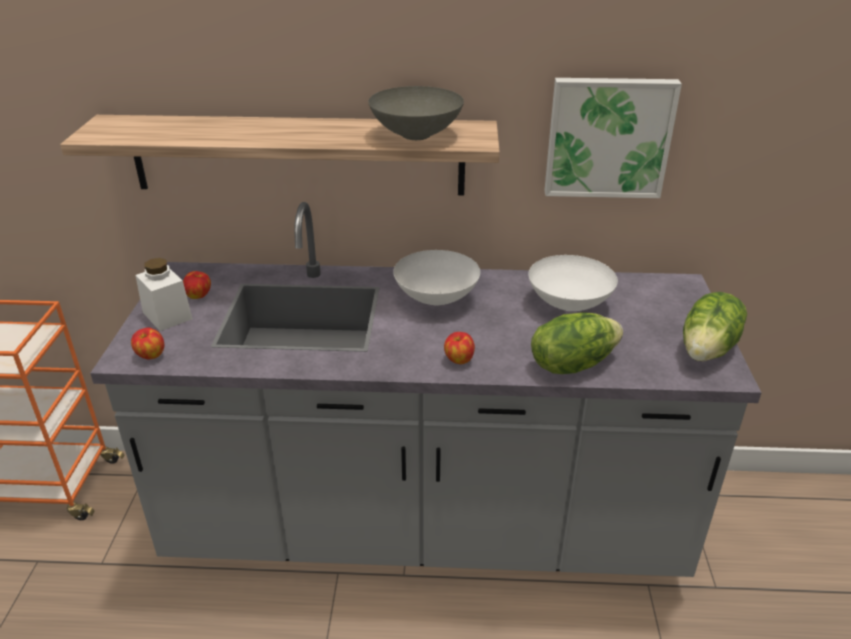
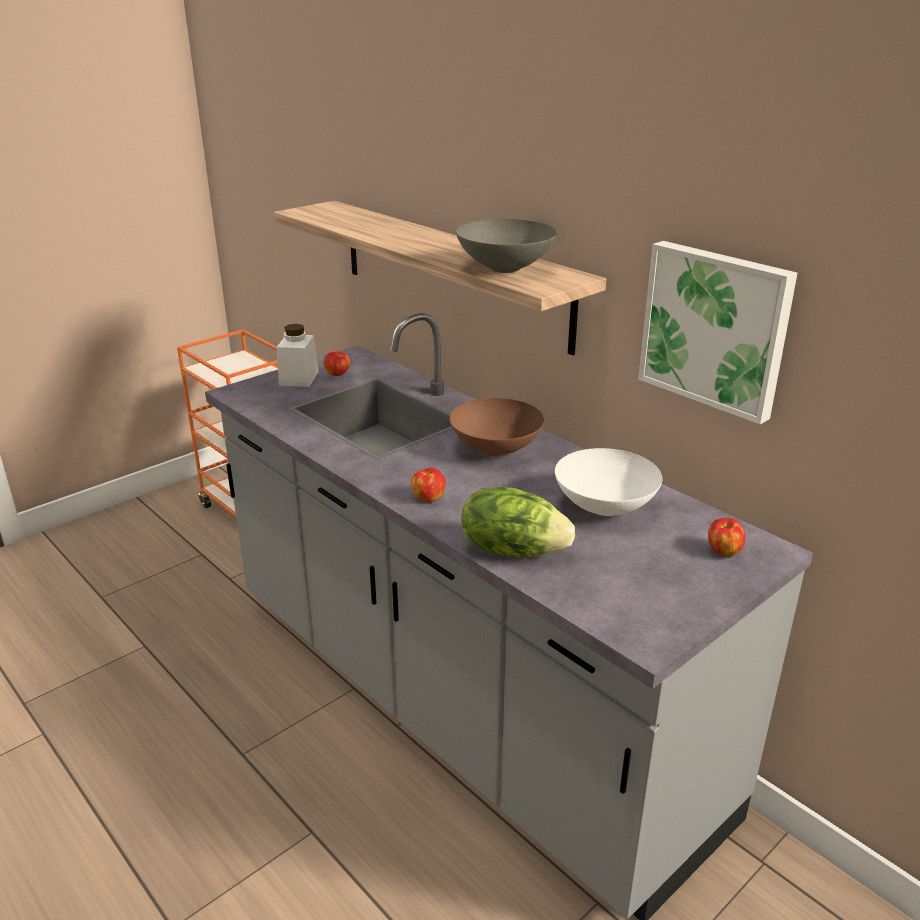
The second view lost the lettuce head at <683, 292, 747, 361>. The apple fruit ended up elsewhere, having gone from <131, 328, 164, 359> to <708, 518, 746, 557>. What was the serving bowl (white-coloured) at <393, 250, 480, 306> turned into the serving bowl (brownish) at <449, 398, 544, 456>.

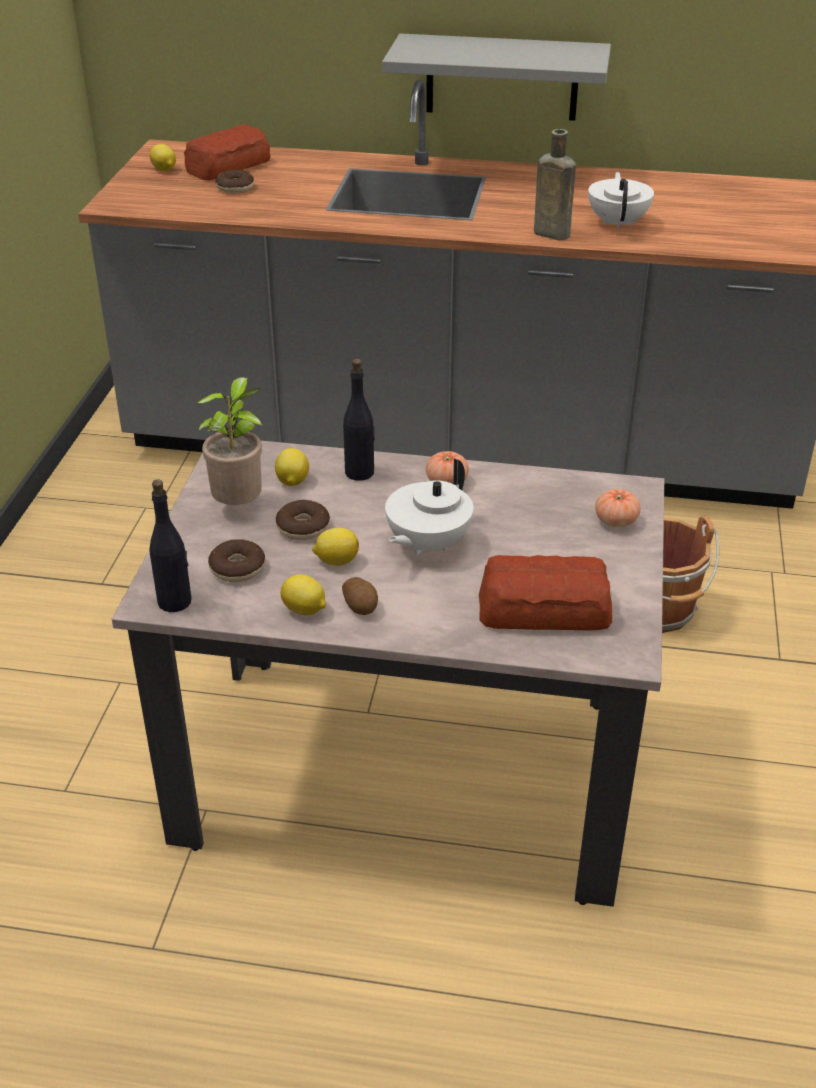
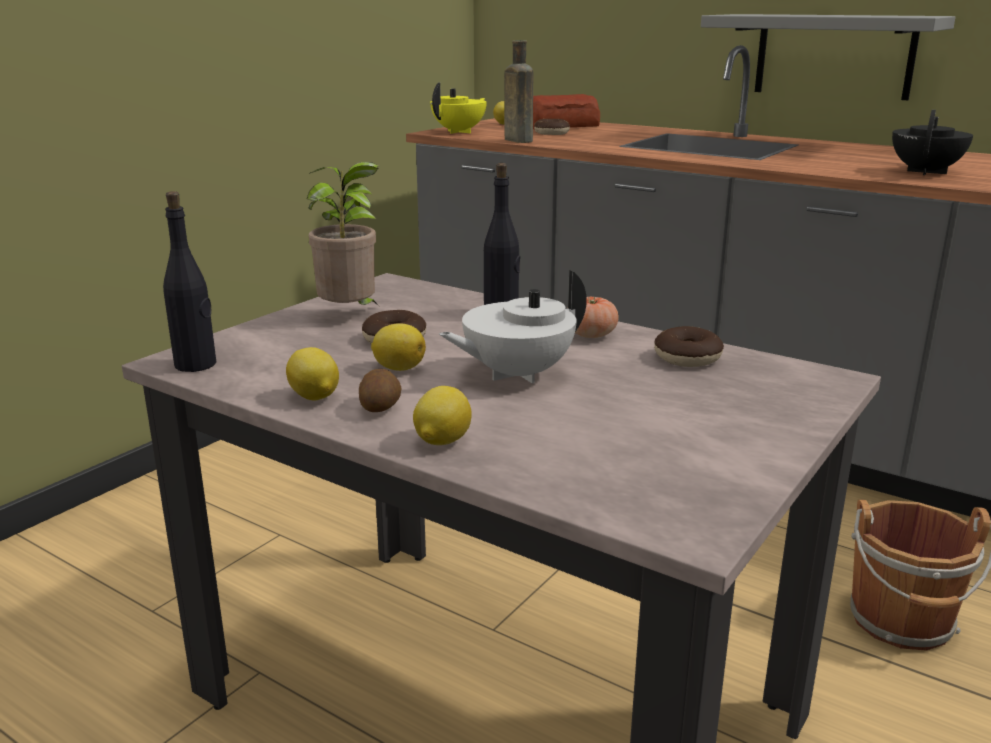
The second view lost the baked bread at <479, 555, 612, 631>. The second view lost the whole tomato at <595, 489, 641, 527>. The second view gained the pot for tea (yellow) at <430, 83, 487, 134>. The doughnut ended up elsewhere, having gone from <208, 539, 265, 582> to <654, 326, 724, 367>. The whole lemon ended up elsewhere, having gone from <275, 448, 309, 486> to <413, 386, 472, 445>. The beverage bottle (brownish) ended up elsewhere, having gone from <534, 129, 576, 240> to <504, 40, 533, 143>. What was the pot for tea (white-coloured) at <588, 172, 654, 230> turned into the pot for tea (blackish) at <892, 110, 973, 175>.

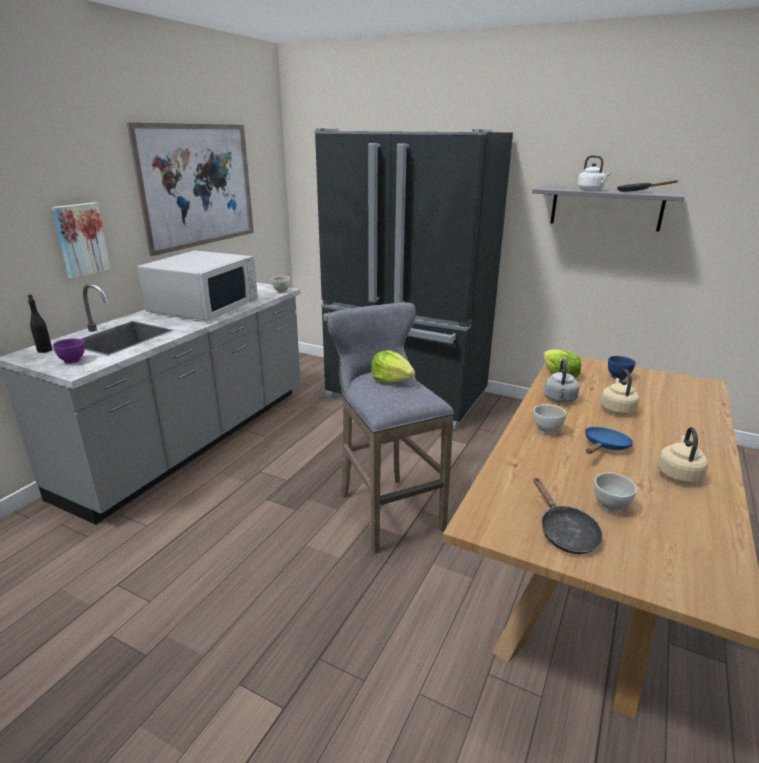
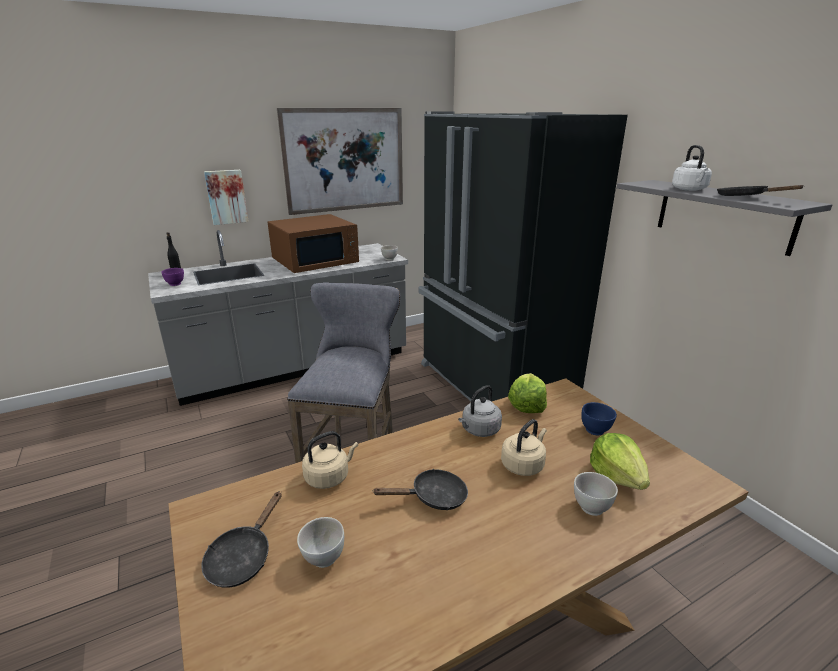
The lettuce head ended up elsewhere, having gone from <371, 350, 415, 382> to <590, 433, 650, 490>. The serving bowl (white-coloured) ended up elsewhere, having gone from <533, 404, 566, 434> to <574, 472, 618, 516>. The water kettle (beige) ended up elsewhere, having gone from <658, 427, 708, 484> to <302, 431, 358, 489>. What was the microwave oven (white-coloured) at <138, 250, 258, 321> turned into the microwave oven (brownish) at <268, 214, 359, 273>. What was the pan (blue-coloured) at <585, 427, 633, 454> turned into the pan (blackish) at <372, 469, 468, 510>.

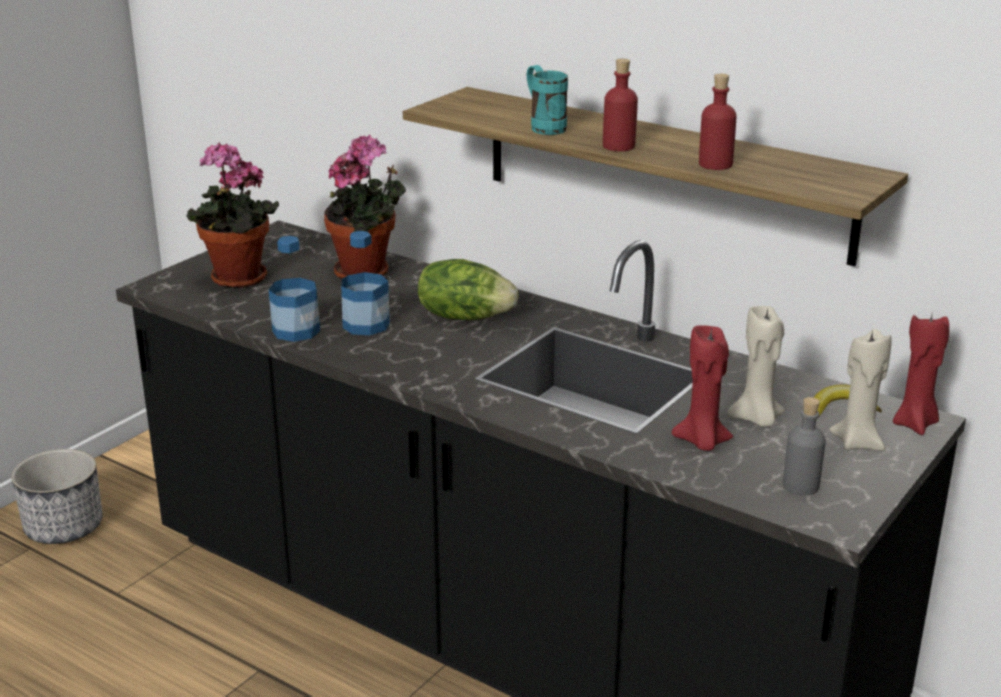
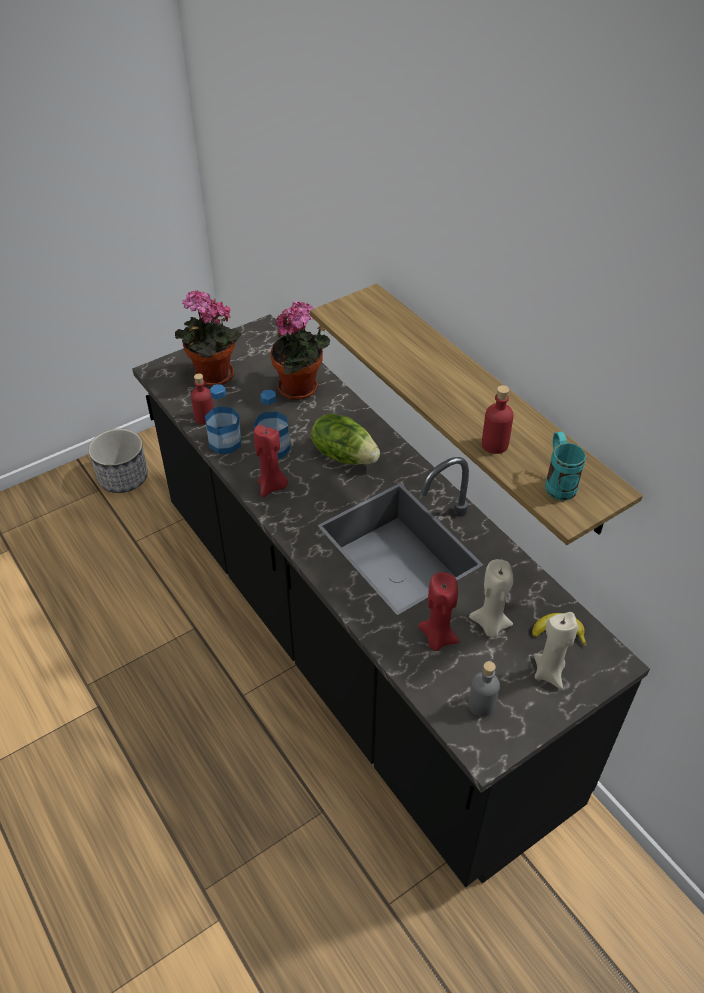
The coffee mug (turquoise) ended up elsewhere, having gone from <527, 65, 568, 135> to <545, 431, 586, 500>. The beverage bottle (red-coloured) ended up elsewhere, having gone from <603, 58, 638, 151> to <191, 374, 214, 425>. The wax light (red-coloured) ended up elsewhere, having gone from <893, 315, 949, 435> to <254, 425, 288, 497>.

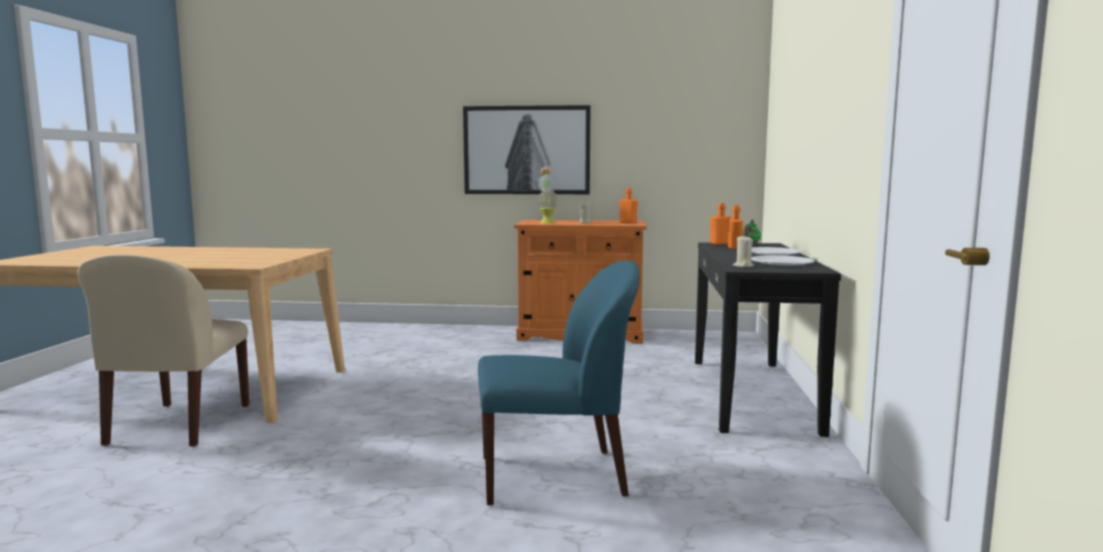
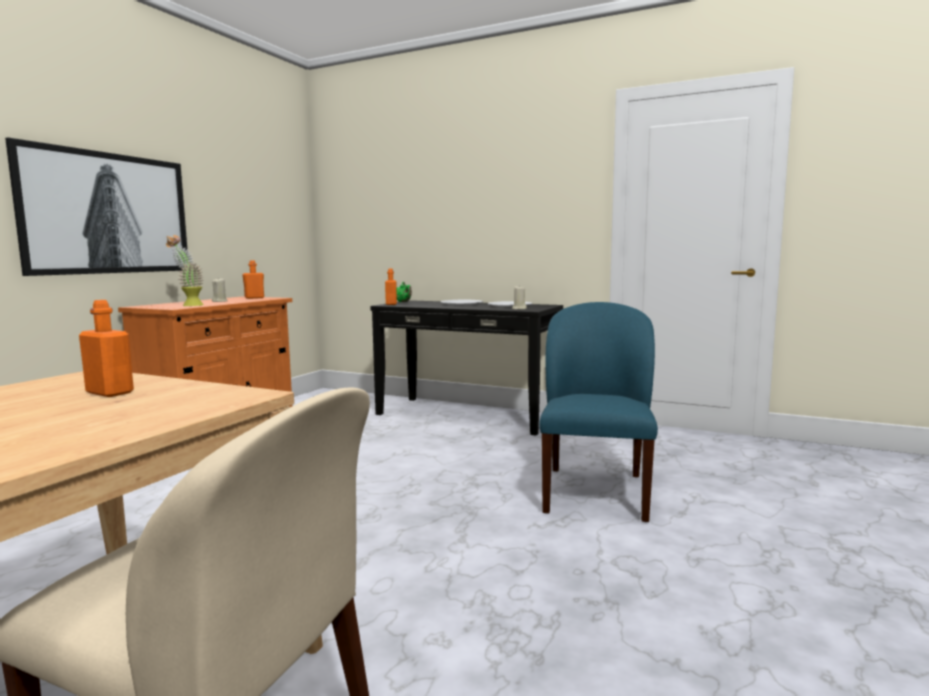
The beverage bottle (orangey) ended up elsewhere, having gone from <728, 205, 743, 249> to <79, 300, 134, 397>.

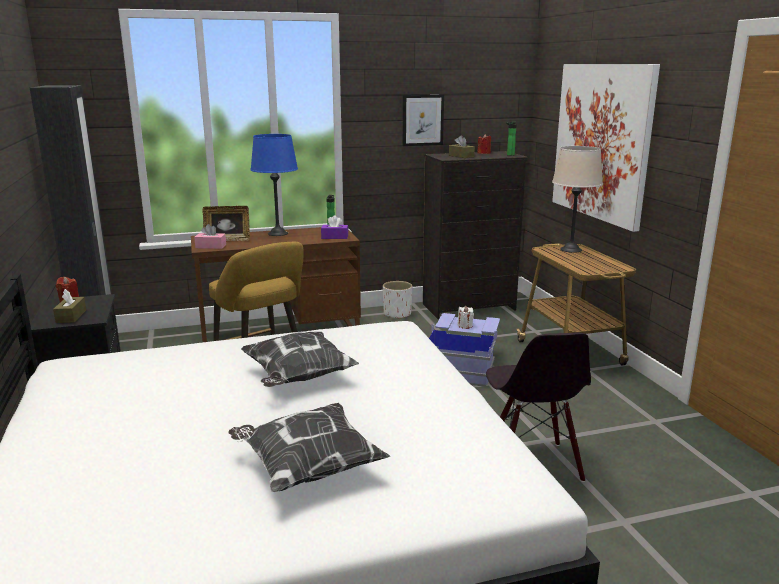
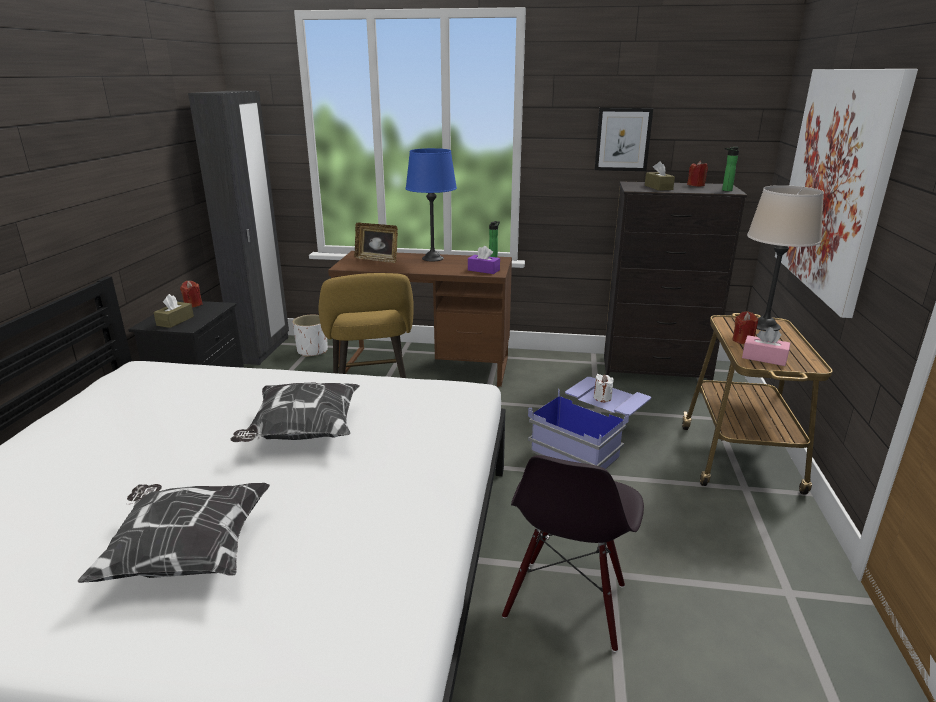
The second view gained the wax light (red-coloured) at <732, 311, 758, 344>. The tissue box (pink-coloured) ended up elsewhere, having gone from <194, 224, 226, 249> to <742, 327, 790, 366>. The flower pot (white-coloured) ended up elsewhere, having gone from <383, 281, 412, 319> to <293, 315, 328, 357>.

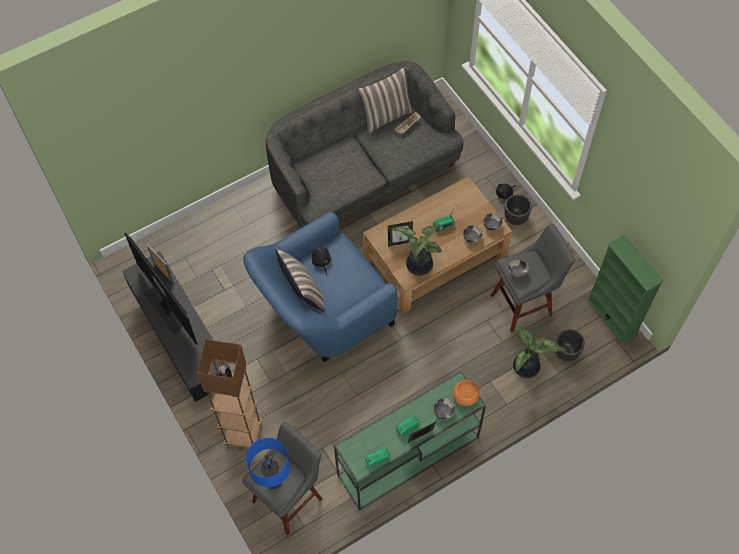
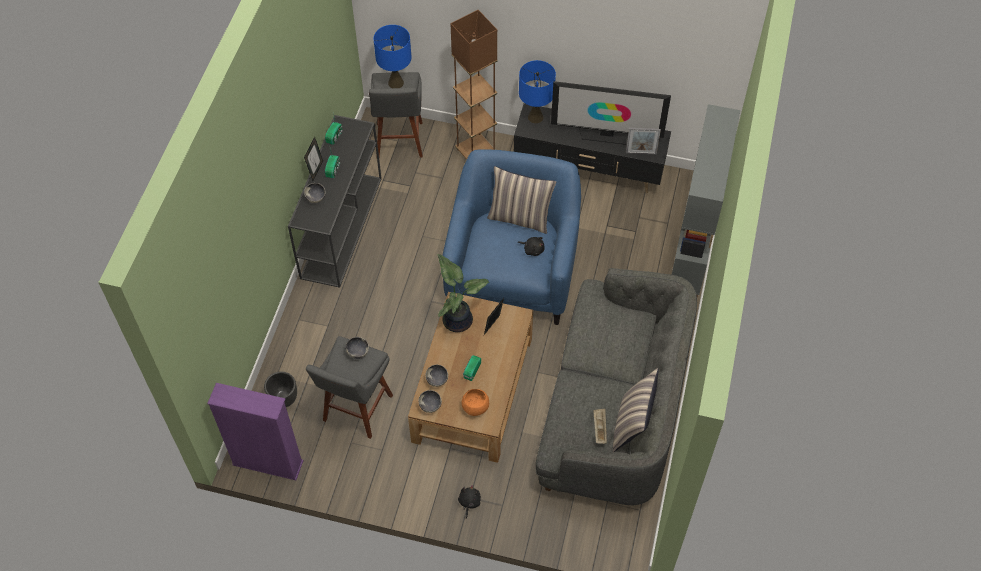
The second view lost the flower pot (blackish) at <504, 194, 532, 225>. The second view lost the plant in a pot at <513, 326, 566, 378>. The second view gained the tabletop lamp (blue-coloured) at <519, 60, 556, 123>. The second view gained the bookshelf (grey) at <672, 104, 740, 298>. The serving bowl (orangey) ended up elsewhere, having gone from <453, 380, 480, 406> to <462, 389, 489, 416>. What was the narrow table (greenish) at <334, 371, 486, 511> turned into the narrow table (blackish) at <288, 115, 382, 288>. What was the bookshelf (greenish) at <587, 235, 664, 343> turned into the bookshelf (purplish) at <207, 383, 304, 480>.

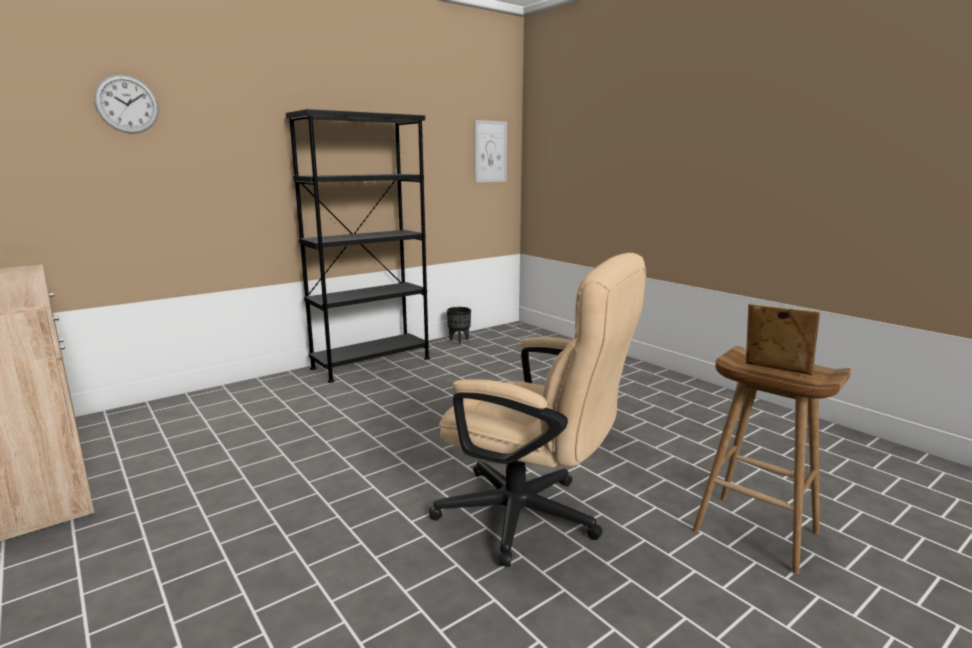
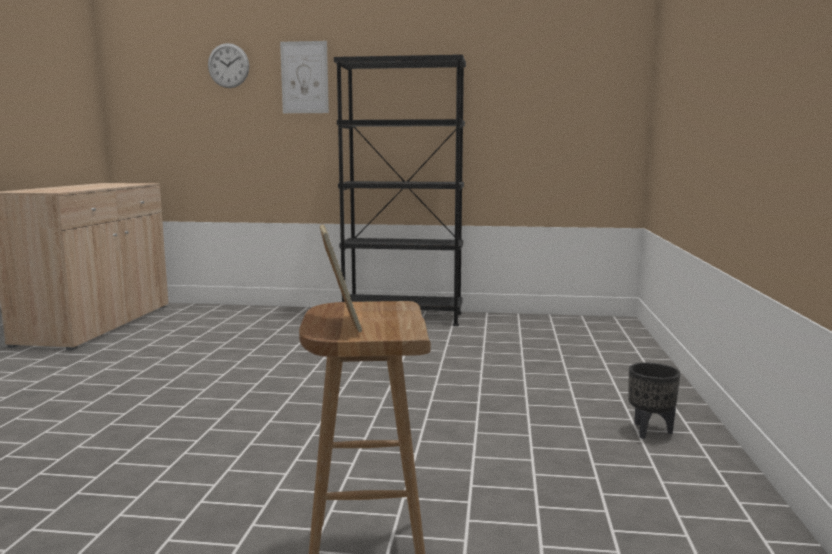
The second view lost the desk chair (beige) at <429, 253, 646, 567>. The flower pot (blackish) ended up elsewhere, having gone from <447, 307, 471, 344> to <628, 362, 680, 439>. The wall art ended up elsewhere, having gone from <474, 120, 507, 182> to <280, 41, 329, 113>.

